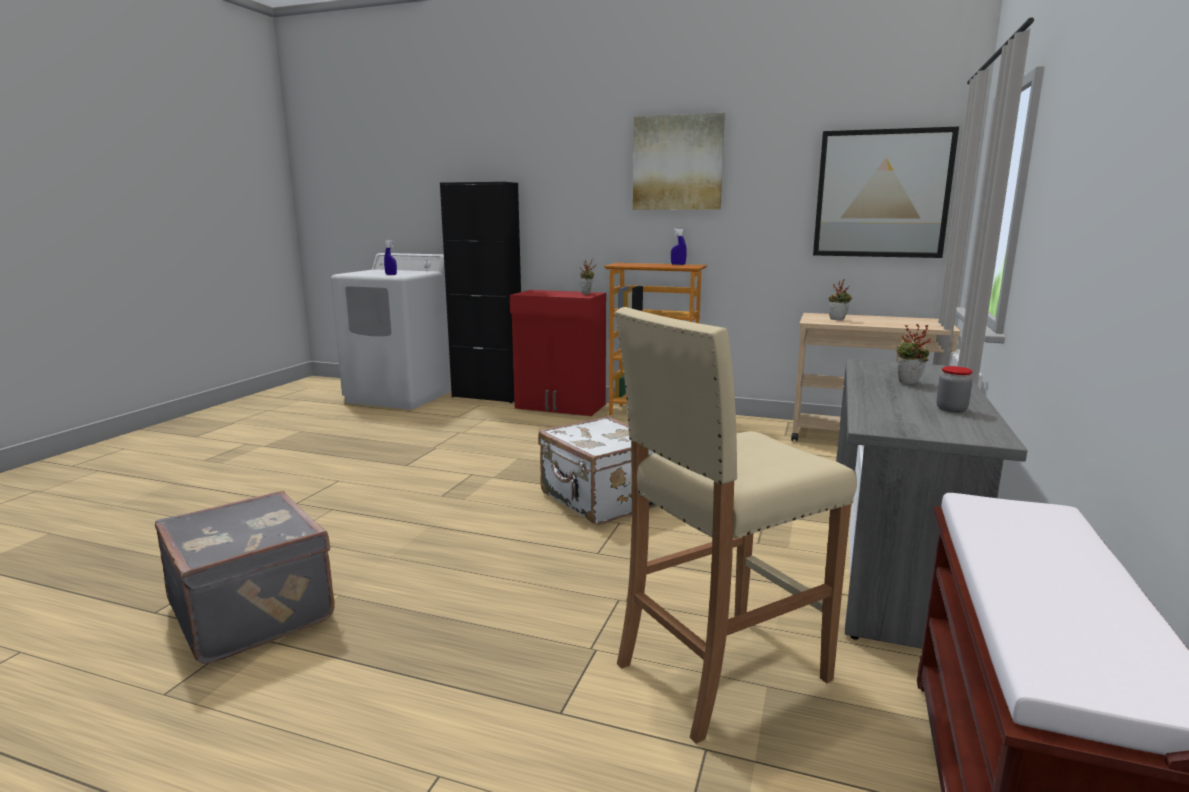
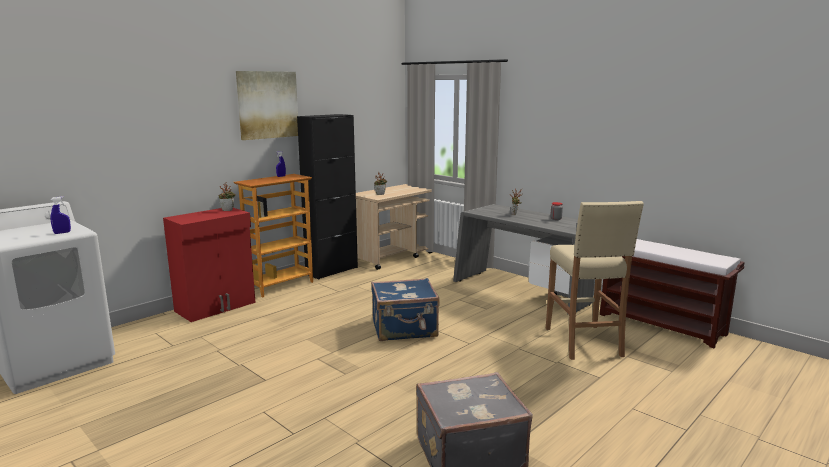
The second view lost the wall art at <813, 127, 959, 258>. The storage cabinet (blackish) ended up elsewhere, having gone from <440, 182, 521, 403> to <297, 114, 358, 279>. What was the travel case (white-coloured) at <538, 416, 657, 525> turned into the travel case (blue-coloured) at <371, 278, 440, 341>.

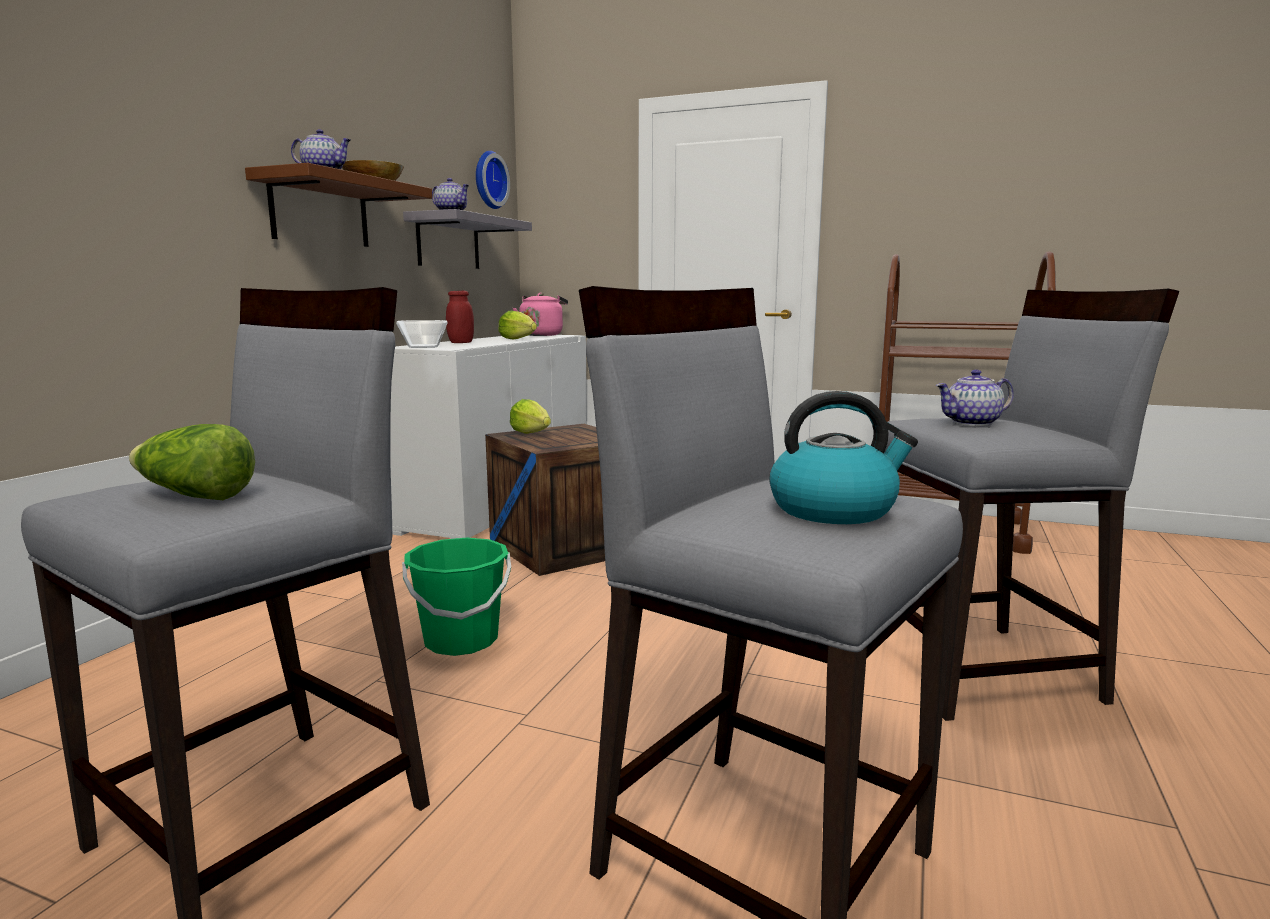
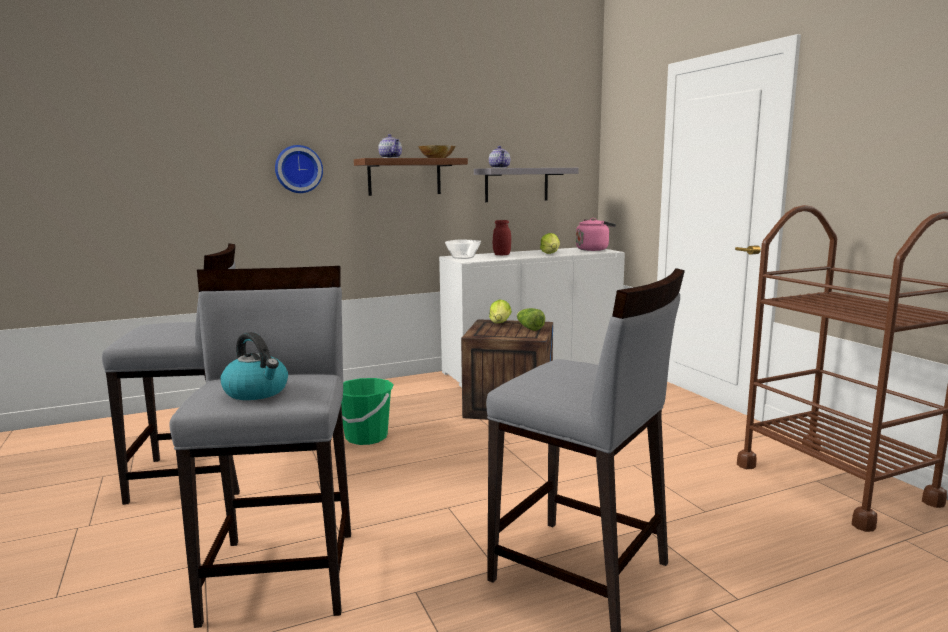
The second view lost the pot for tea at <936, 370, 1014, 426>. The lettuce head ended up elsewhere, having gone from <129, 424, 255, 500> to <517, 308, 545, 331>. The hanging clock ended up elsewhere, having gone from <476, 151, 510, 209> to <275, 145, 323, 193>.

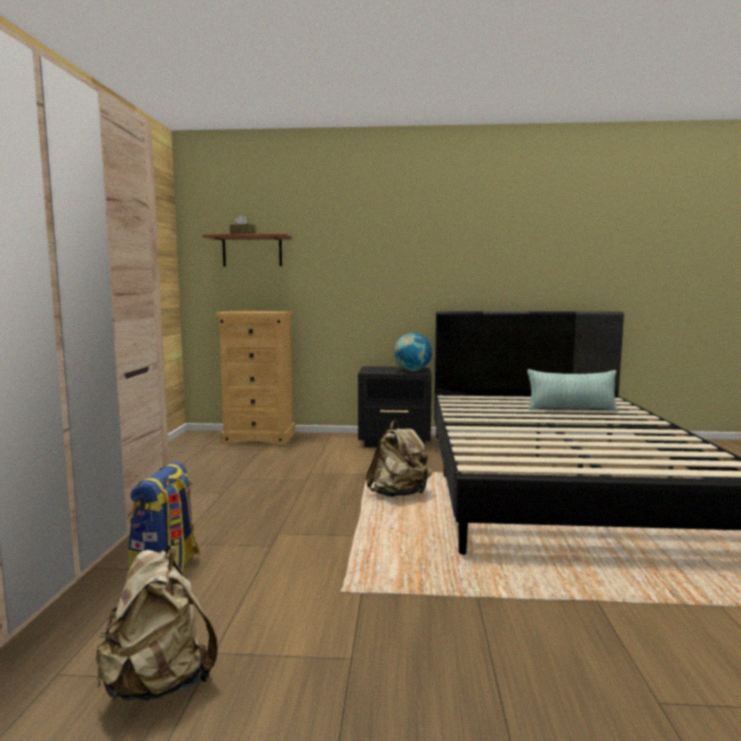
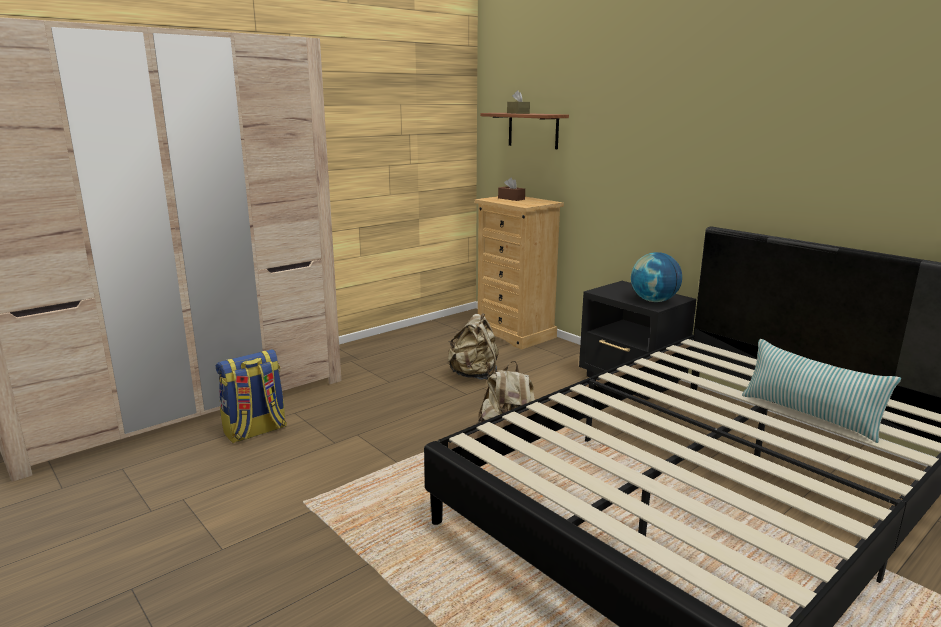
The second view gained the tissue box (brownish) at <498, 178, 525, 201>. The rucksack (beige) ended up elsewhere, having gone from <96, 546, 218, 701> to <448, 313, 499, 380>.

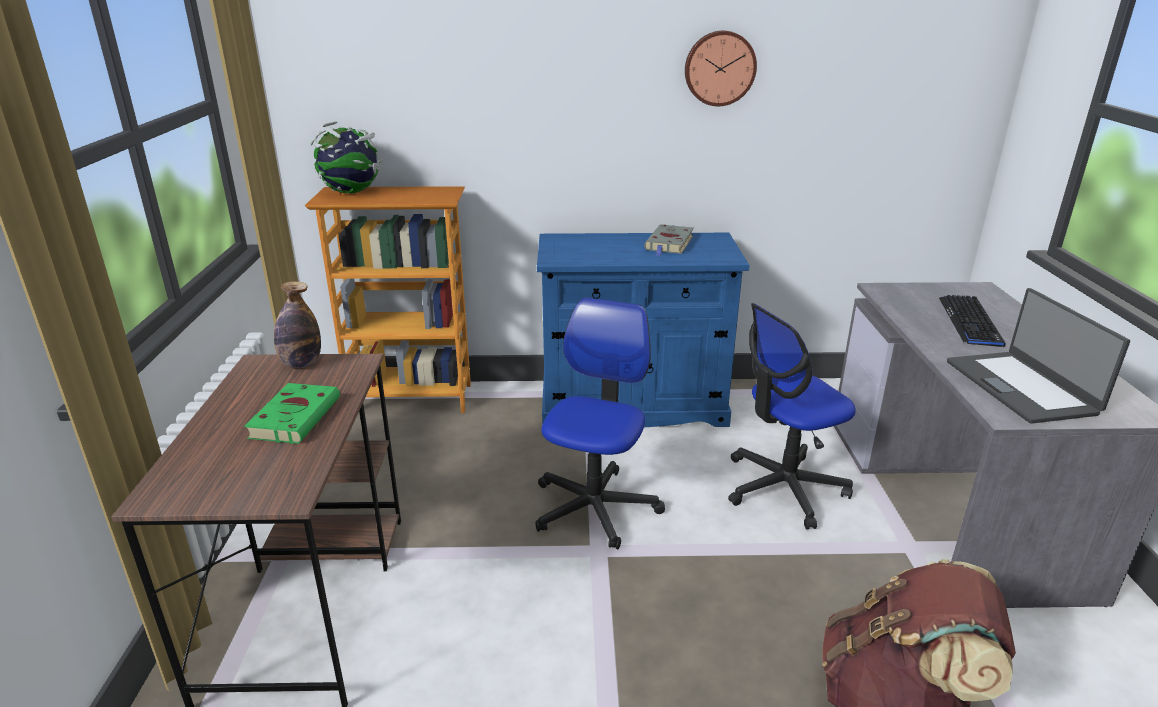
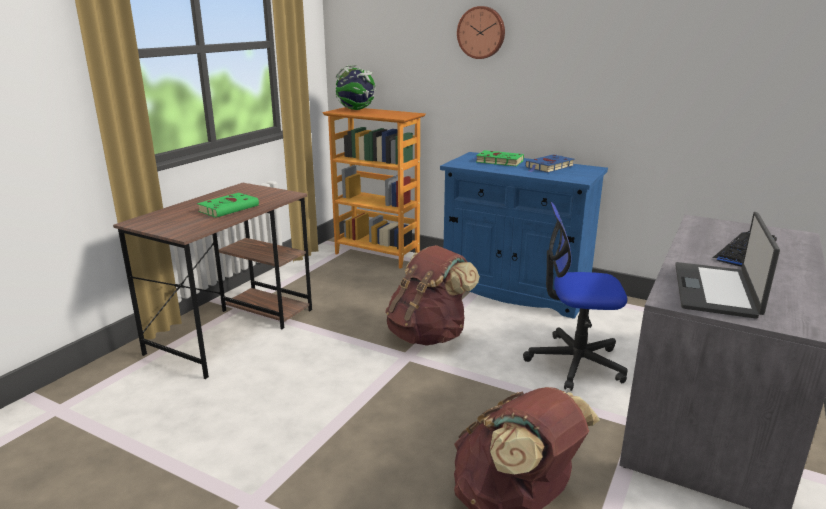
The second view lost the beverage bottle at <274, 281, 321, 368>. The second view gained the book (greenish) at <474, 150, 524, 166>. The hanging clock ended up elsewhere, having gone from <685, 31, 757, 106> to <457, 6, 505, 59>. Where the desk chair stood at <535, 297, 665, 549>, the rucksack (brownish) came to stand at <385, 245, 480, 345>. What was the book (grey) at <644, 224, 694, 256> turned into the book (blue-coloured) at <525, 155, 574, 173>.

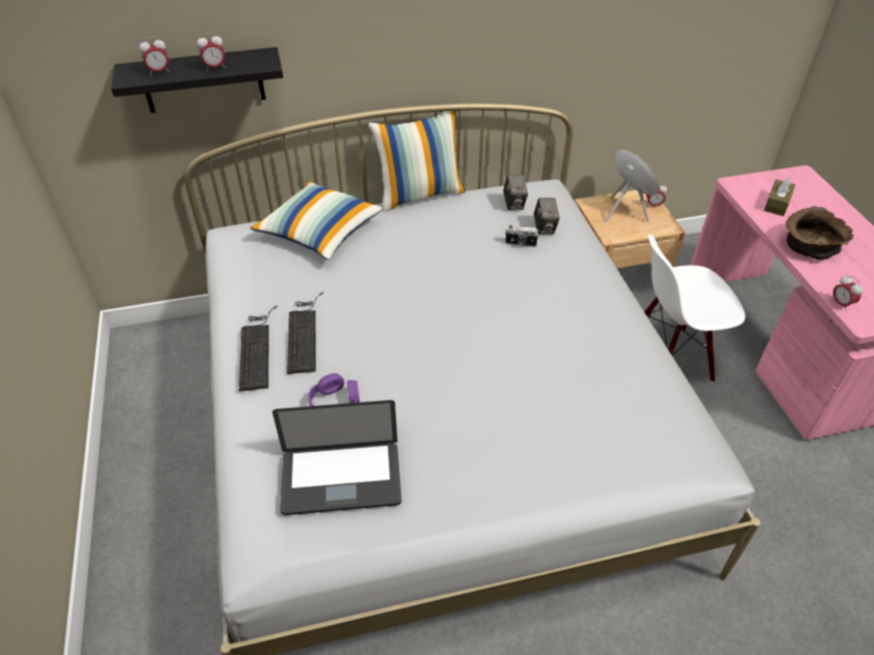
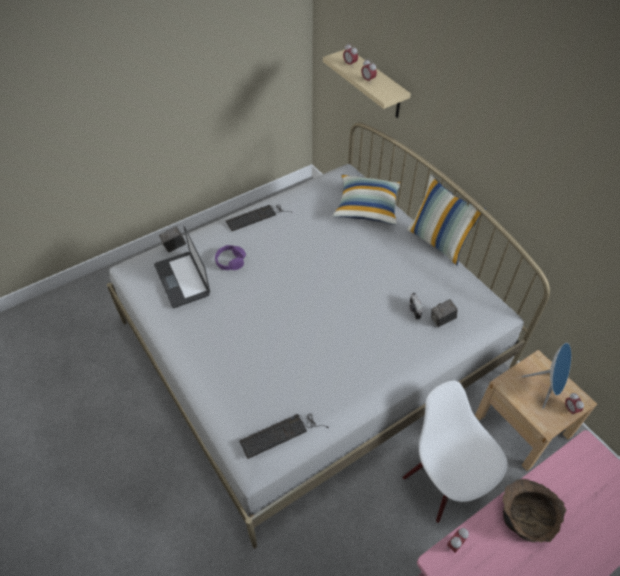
The second view lost the tissue box (brownish) at <764, 177, 795, 216>. The computer keyboard ended up elsewhere, having gone from <287, 292, 323, 374> to <239, 414, 329, 459>. The photo camera ended up elsewhere, having gone from <503, 175, 528, 210> to <159, 226, 186, 253>. What was the bracket shelf (blackish) at <111, 47, 283, 113> turned into the bracket shelf (beige) at <323, 49, 411, 118>.

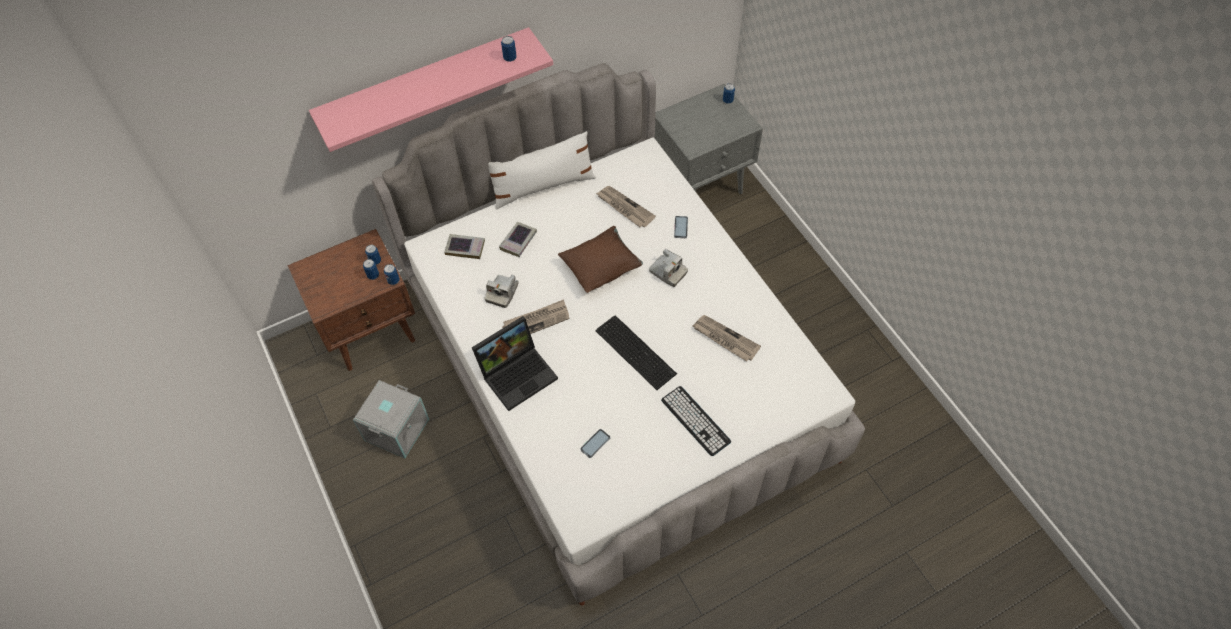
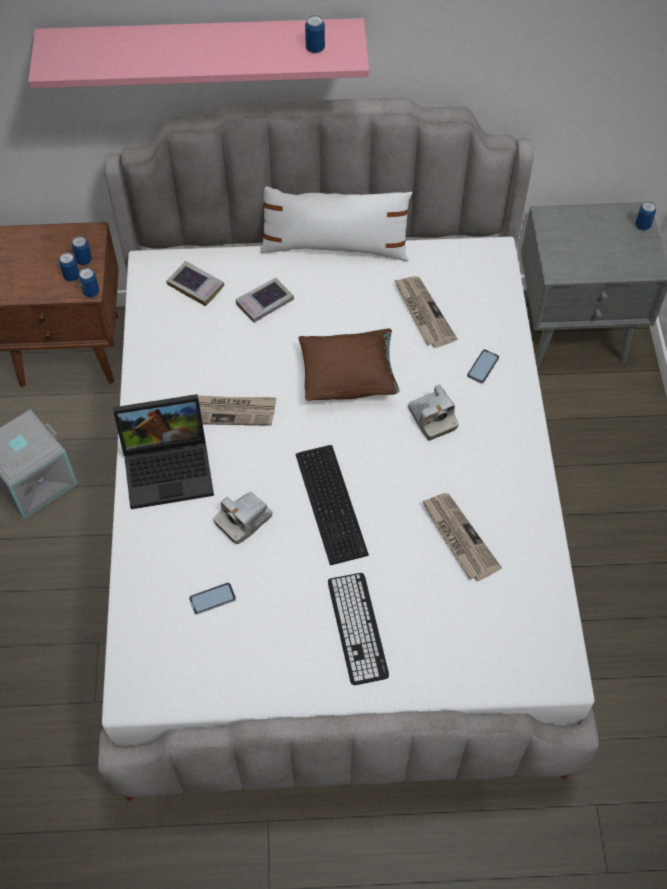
The photo camera ended up elsewhere, having gone from <485, 275, 519, 308> to <214, 492, 273, 544>.

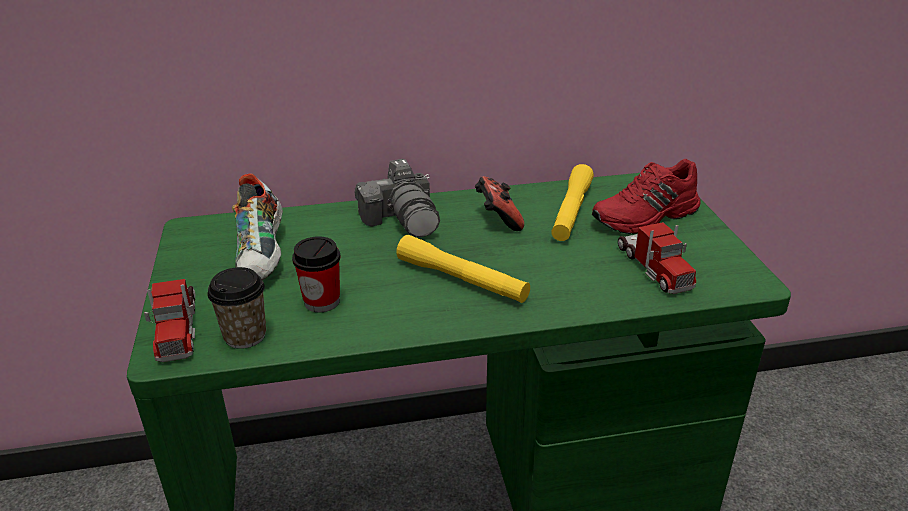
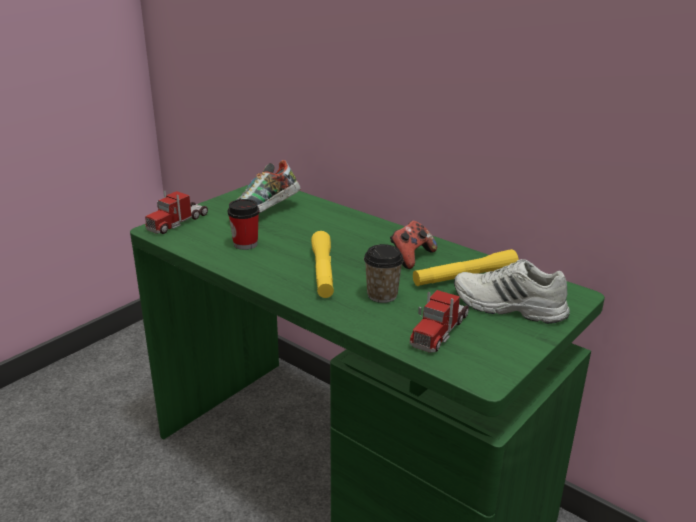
The second view lost the photo camera at <355, 159, 440, 237>. The cup ended up elsewhere, having gone from <207, 267, 266, 349> to <364, 244, 404, 303>. What was the low shoe (red-coloured) at <592, 159, 701, 234> turned into the low shoe (white-coloured) at <454, 259, 570, 324>.

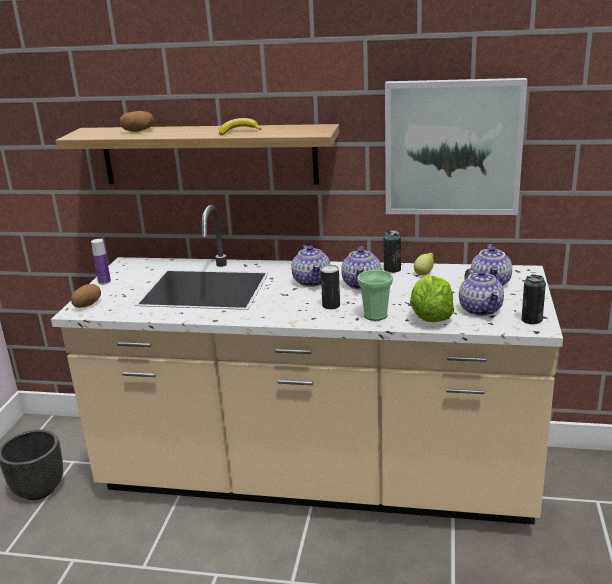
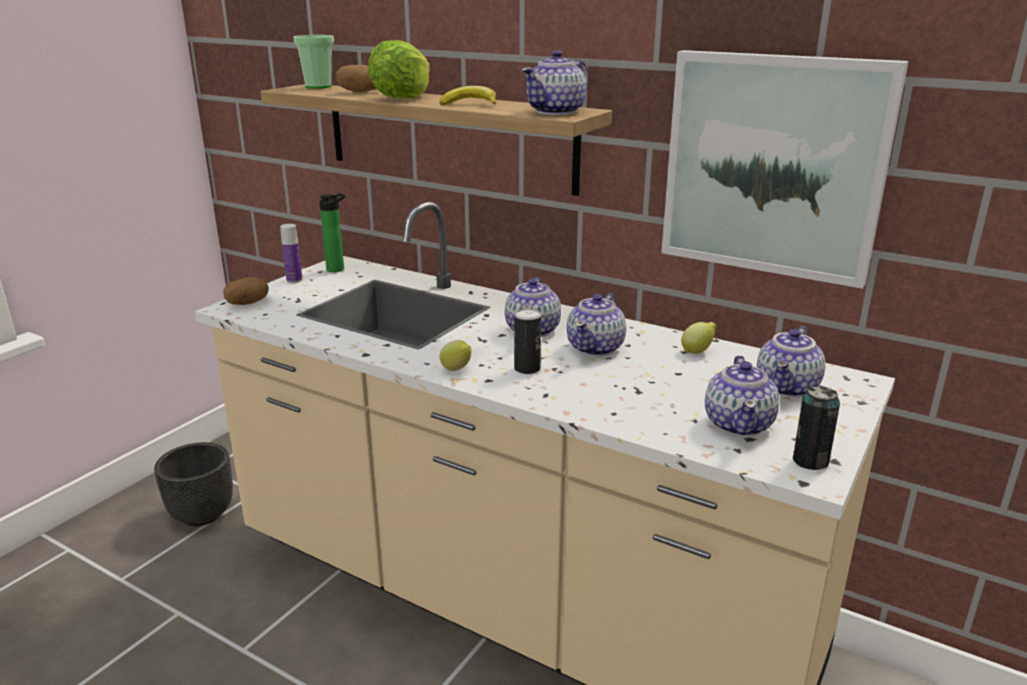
The second view lost the metal can at <384, 230, 401, 273>. The second view gained the beverage bottle at <319, 193, 345, 272>. The second view gained the whole lemon at <440, 340, 472, 371>. The second view gained the pot for tea at <522, 50, 589, 115>. The cup ended up elsewhere, having gone from <357, 270, 393, 321> to <293, 35, 334, 89>. The lettuce head ended up elsewhere, having gone from <410, 276, 454, 322> to <368, 40, 430, 98>.

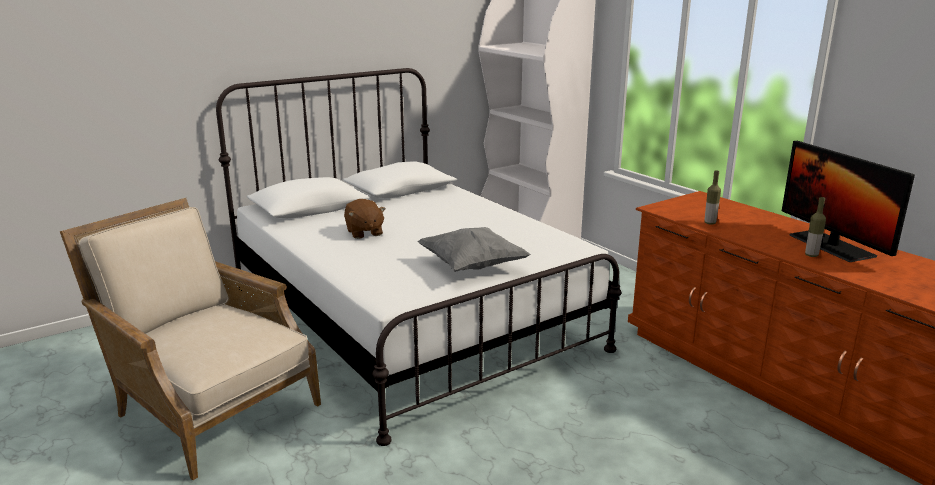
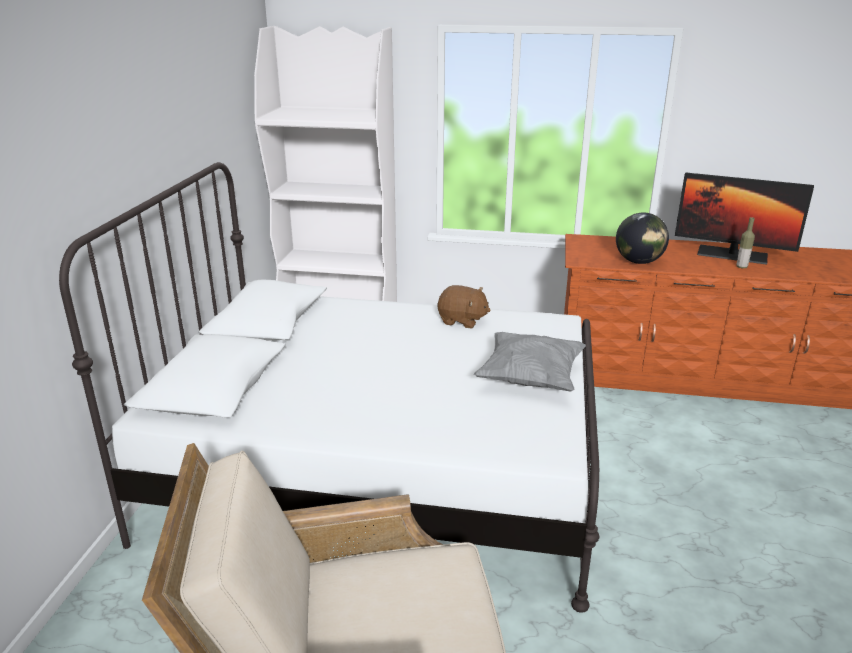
The soft toy (brownish) ended up elsewhere, having gone from <344, 199, 386, 239> to <438, 285, 491, 328>. Where the beverage bottle stood at <704, 170, 721, 225>, the globe came to stand at <616, 212, 669, 264>.

